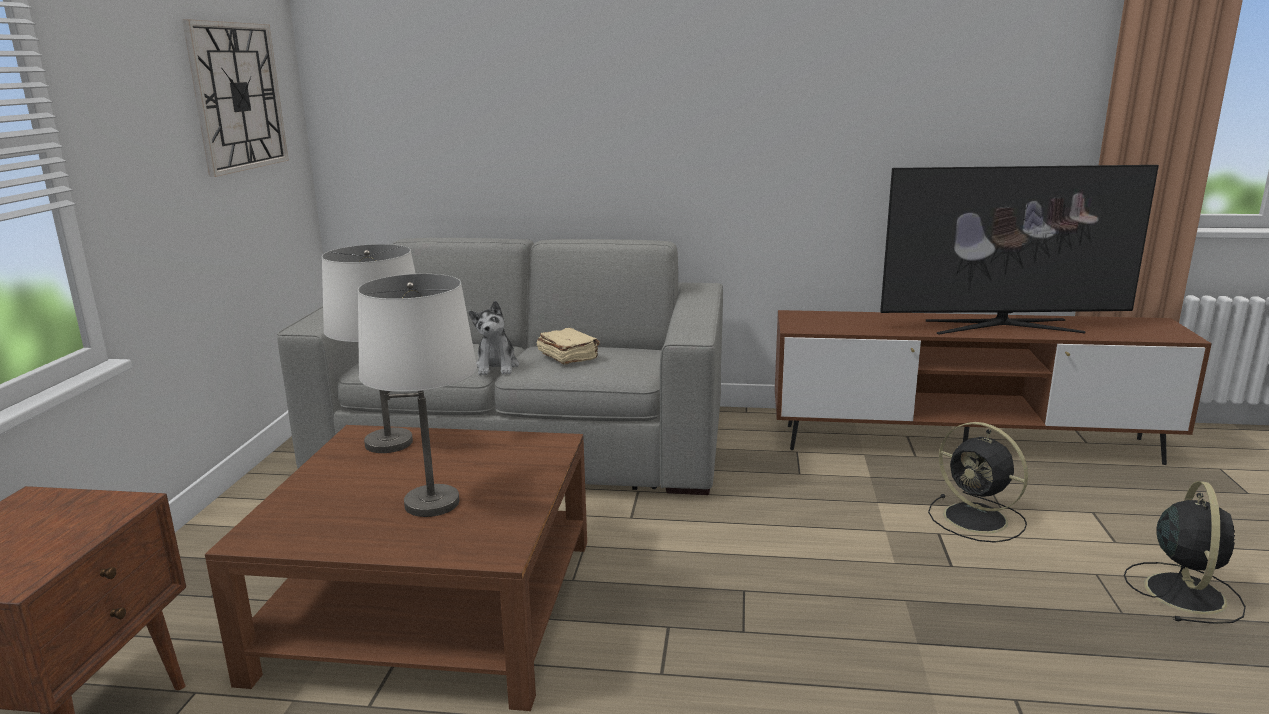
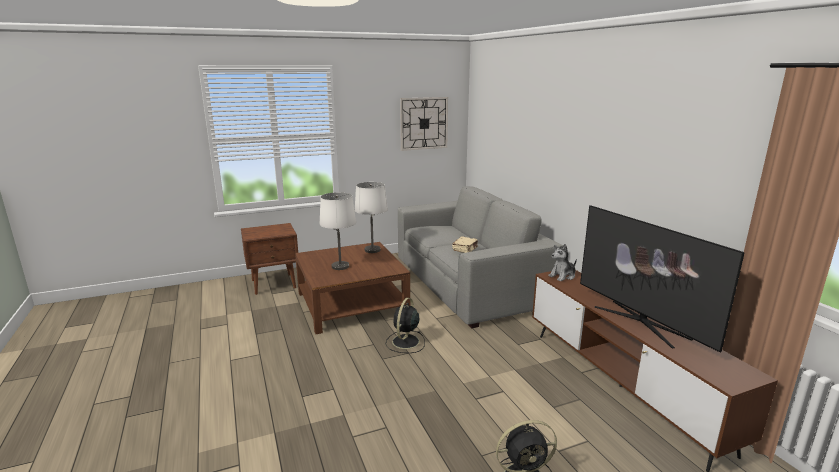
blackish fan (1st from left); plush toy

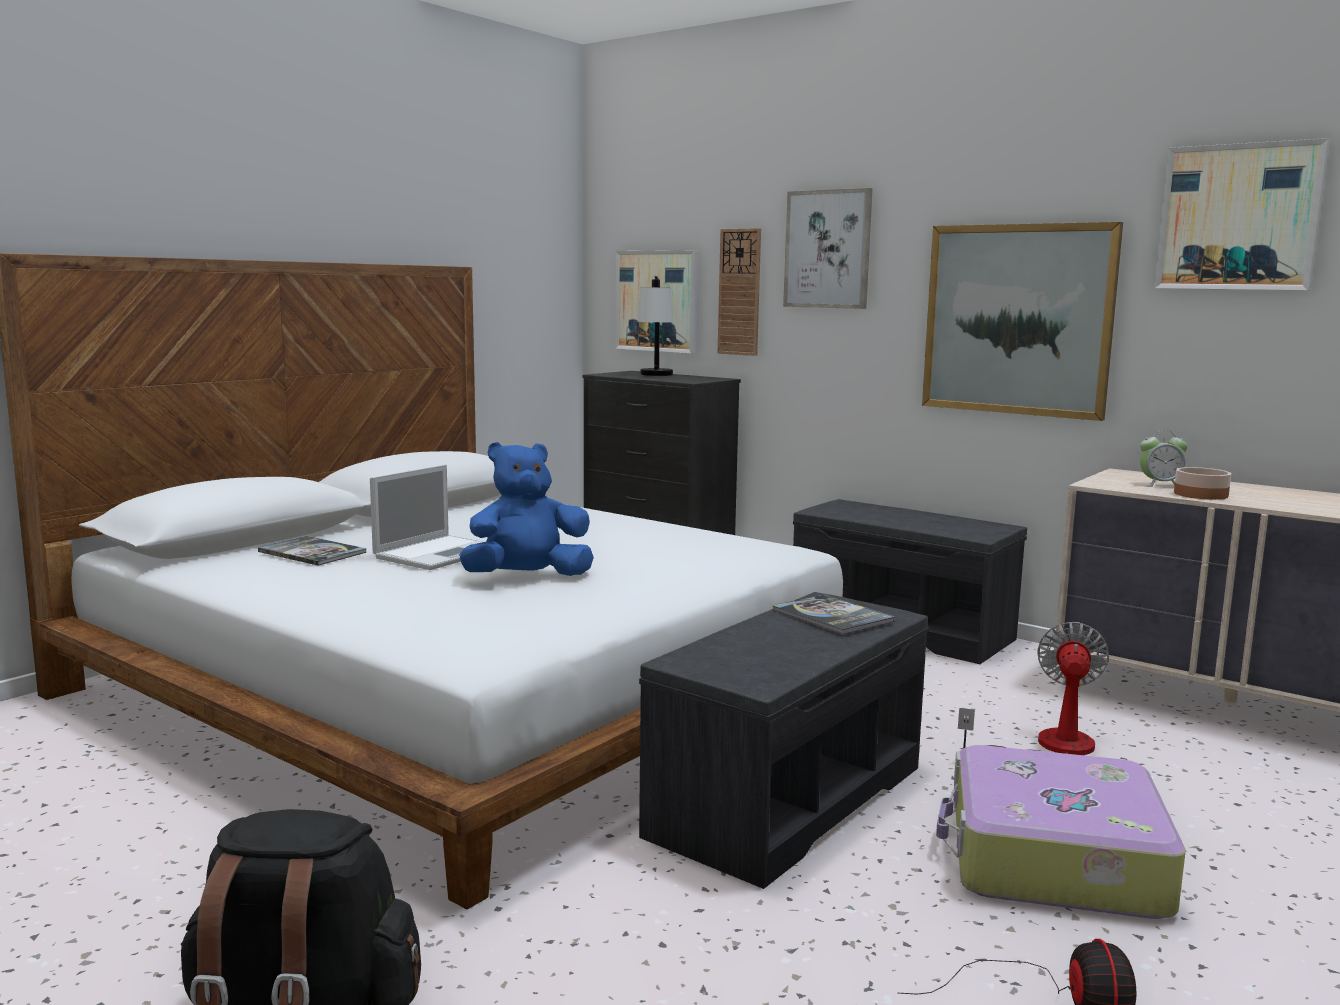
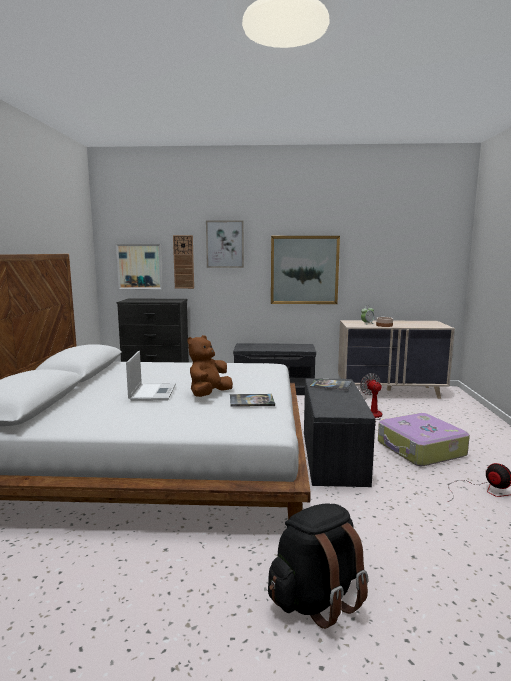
brown plush toy; book (1st from left); lamp for a table; wall picture (4th from left in the first image)

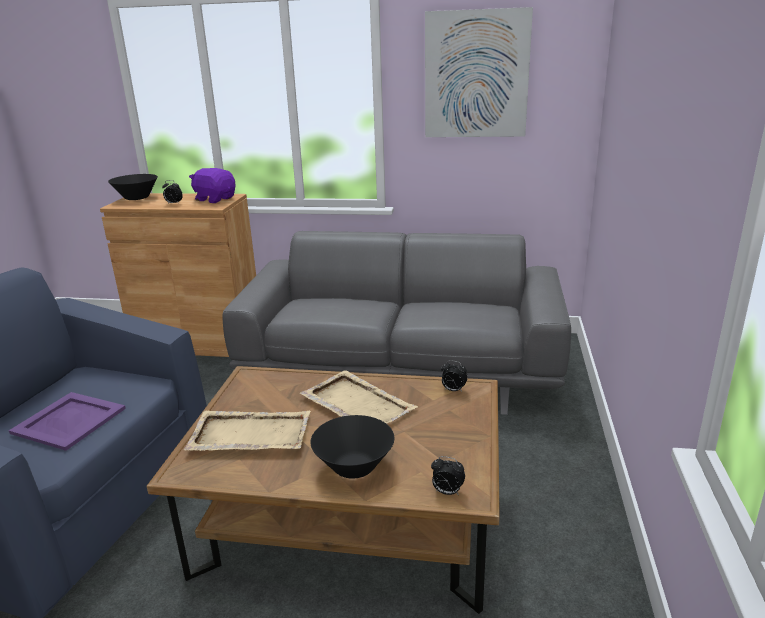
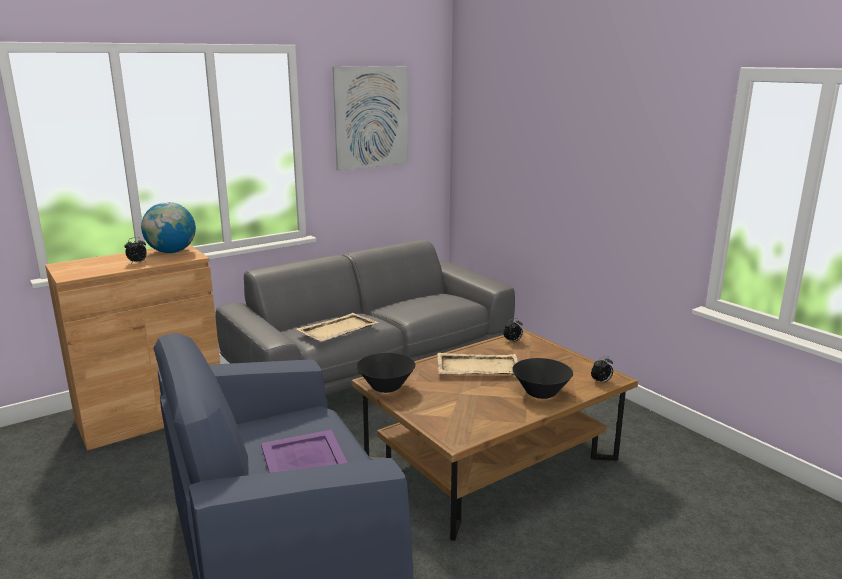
globe; beige-coloured serving tray (1st from left); blackish deep dish (1st from left)

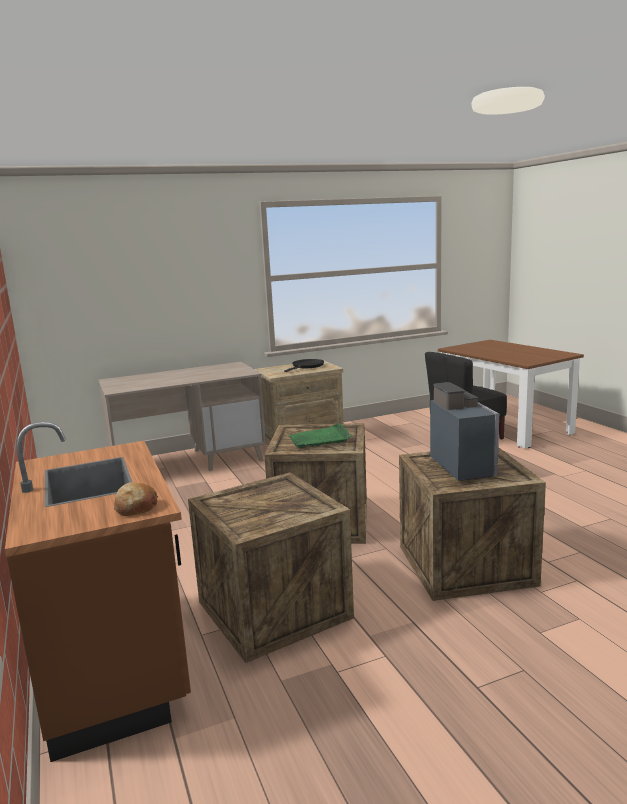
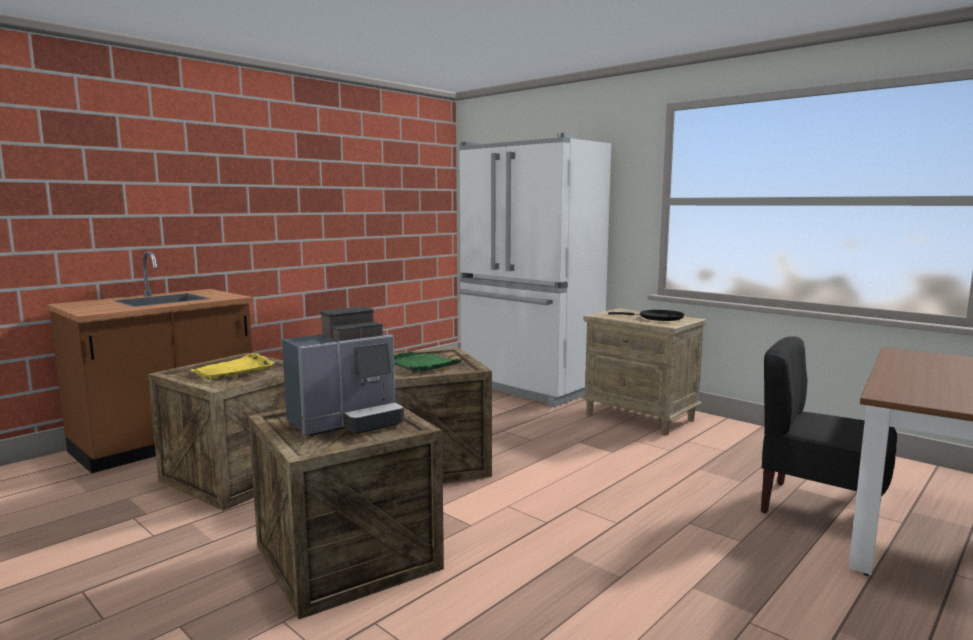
yellowish serving tray; white-coloured kitchen fridge; bakery bread

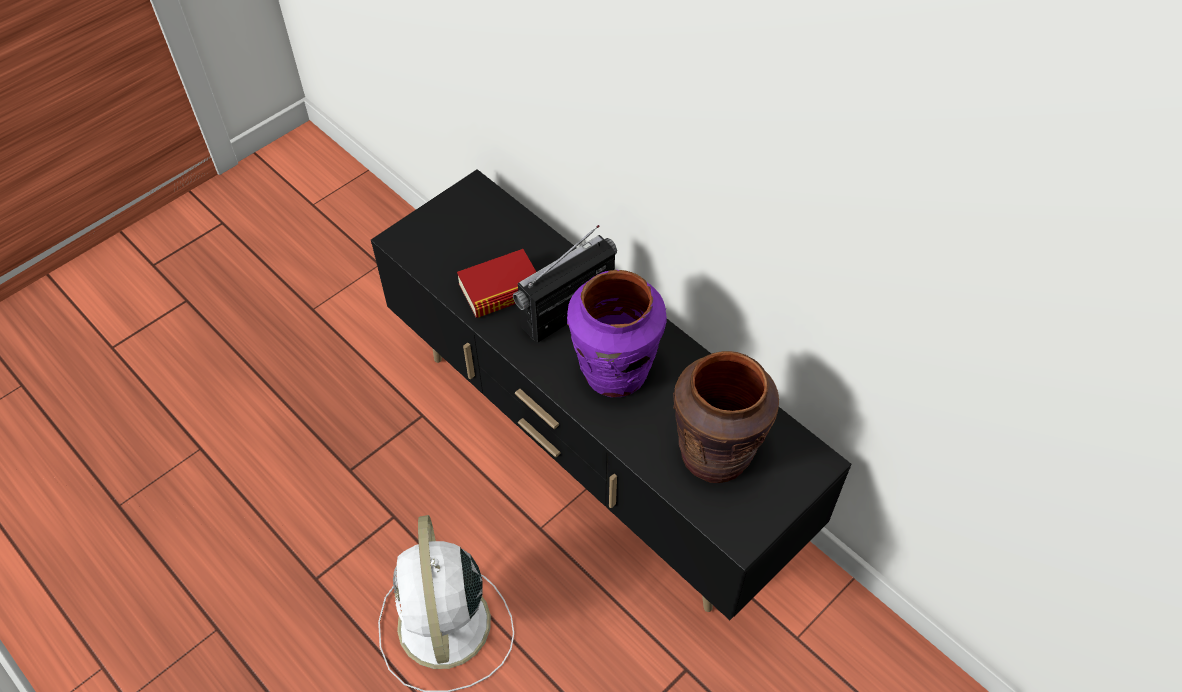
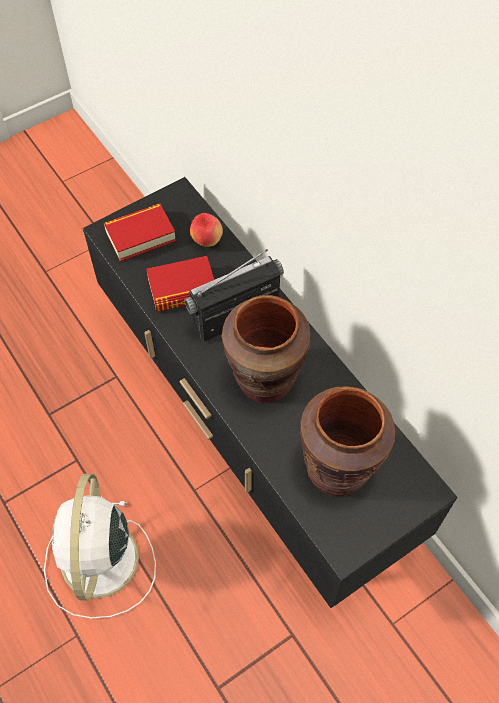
book (1st from left); apple fruit; brown decorative vase (1st from left)

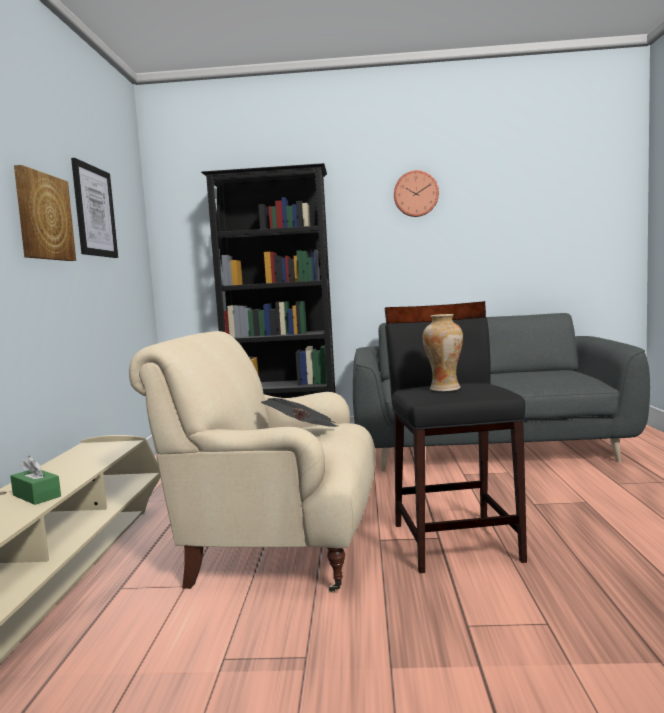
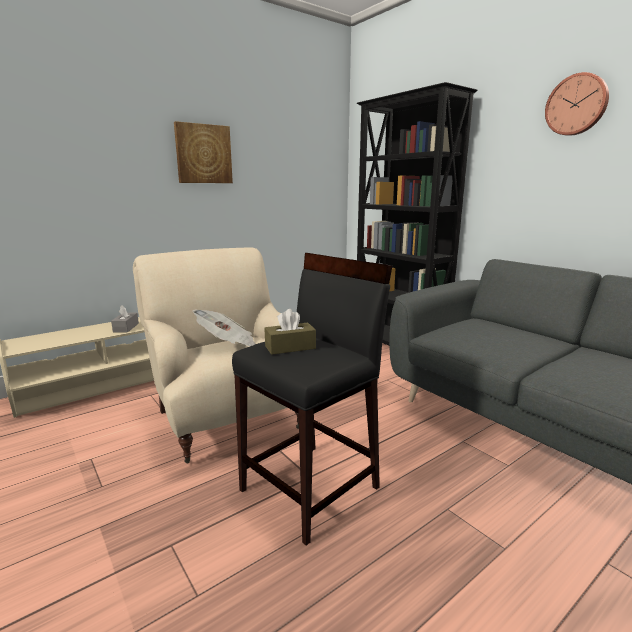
greyish tissue holder; brown tissue holder; wall picture (2nd from left in the first image)

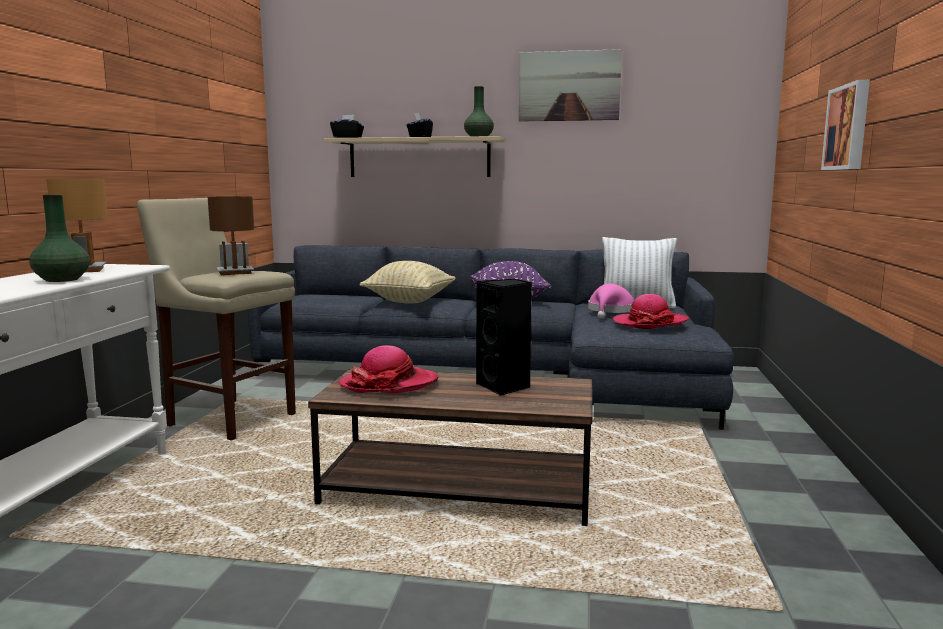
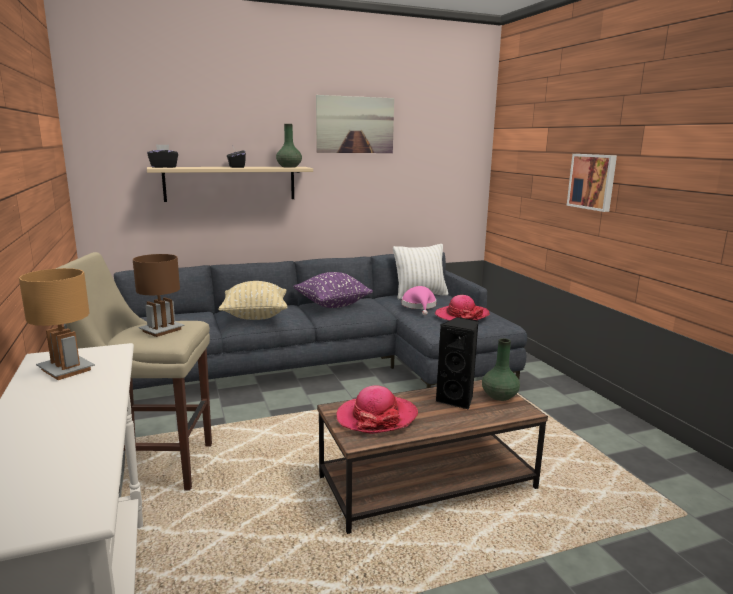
green-coloured decorative vase (2nd from left)

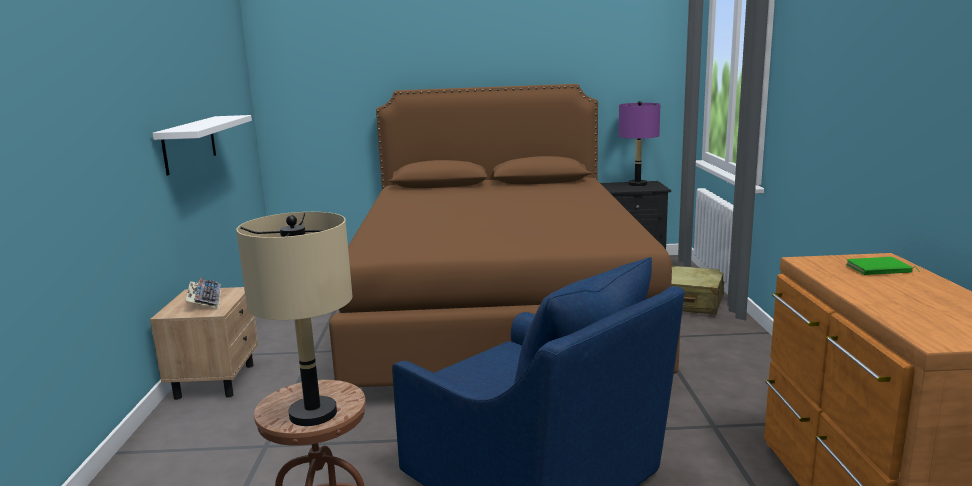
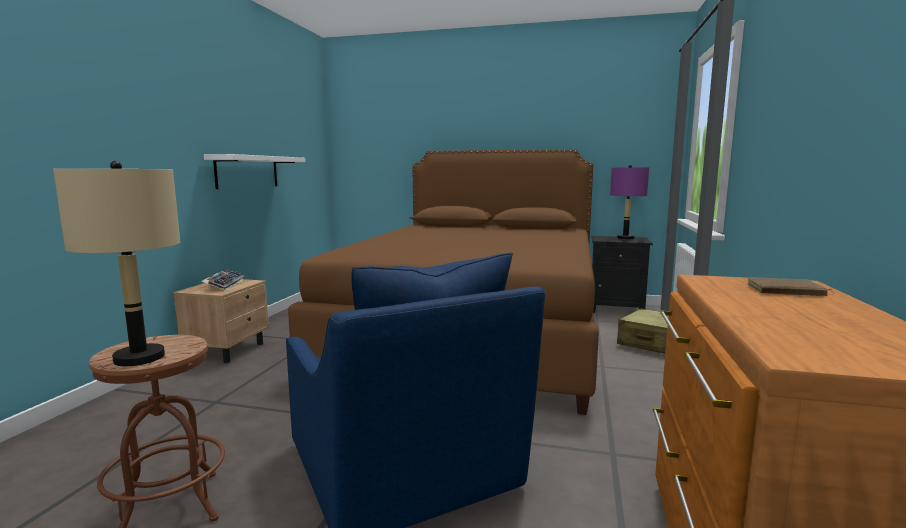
brown book

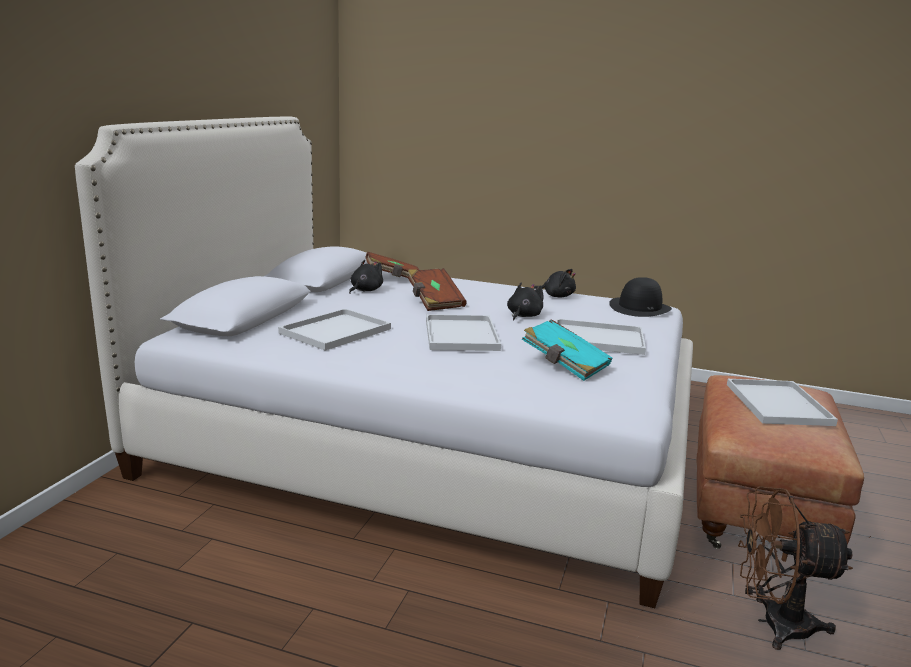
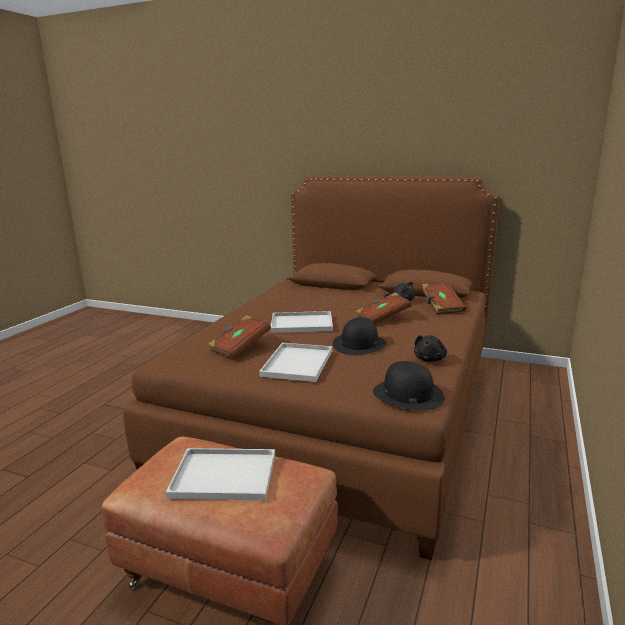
brown bed; brown book (1st from left); blackish hat (1st from left); white-coloured serving tray (1st from left in the first image); brown fan

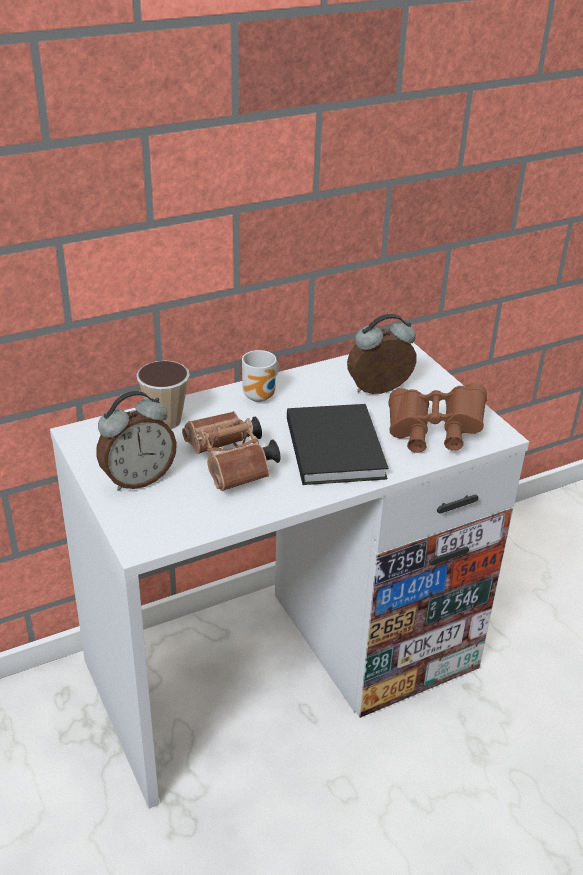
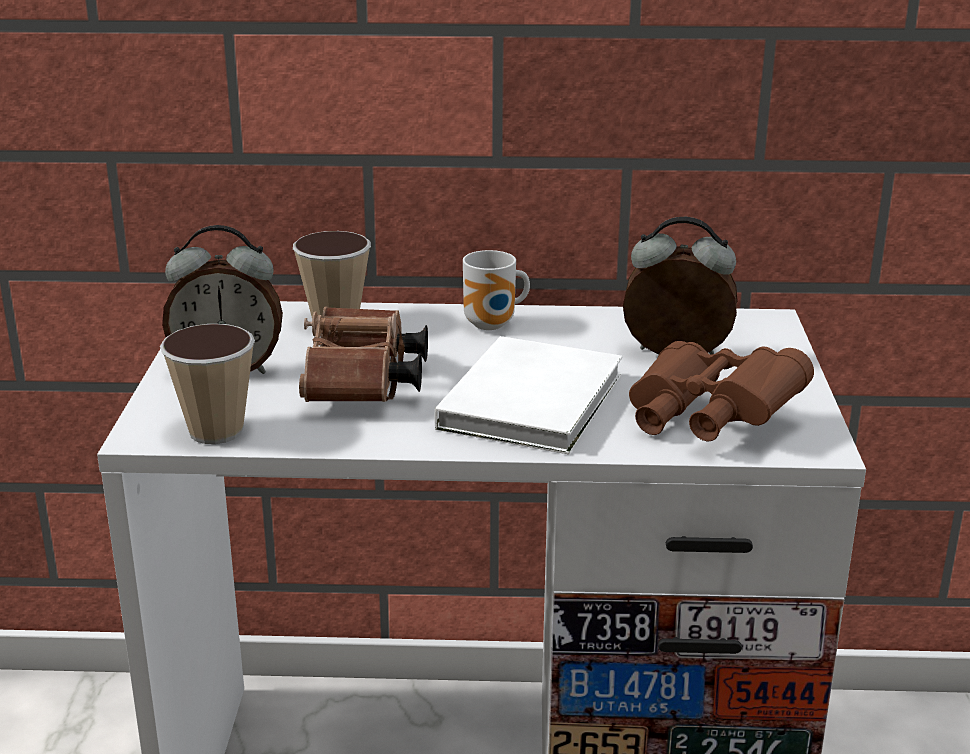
small cup (1st from left); white-coloured book

